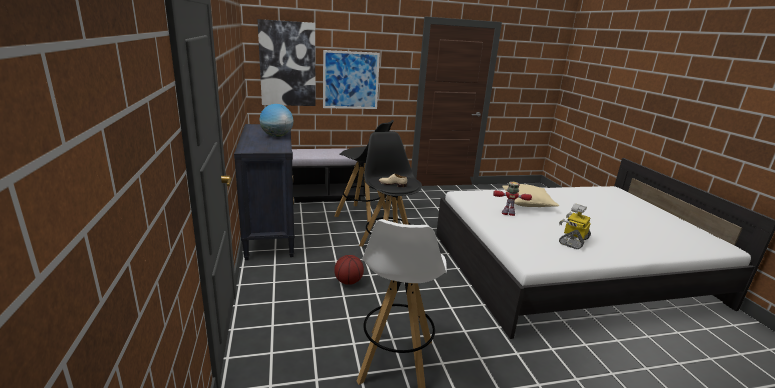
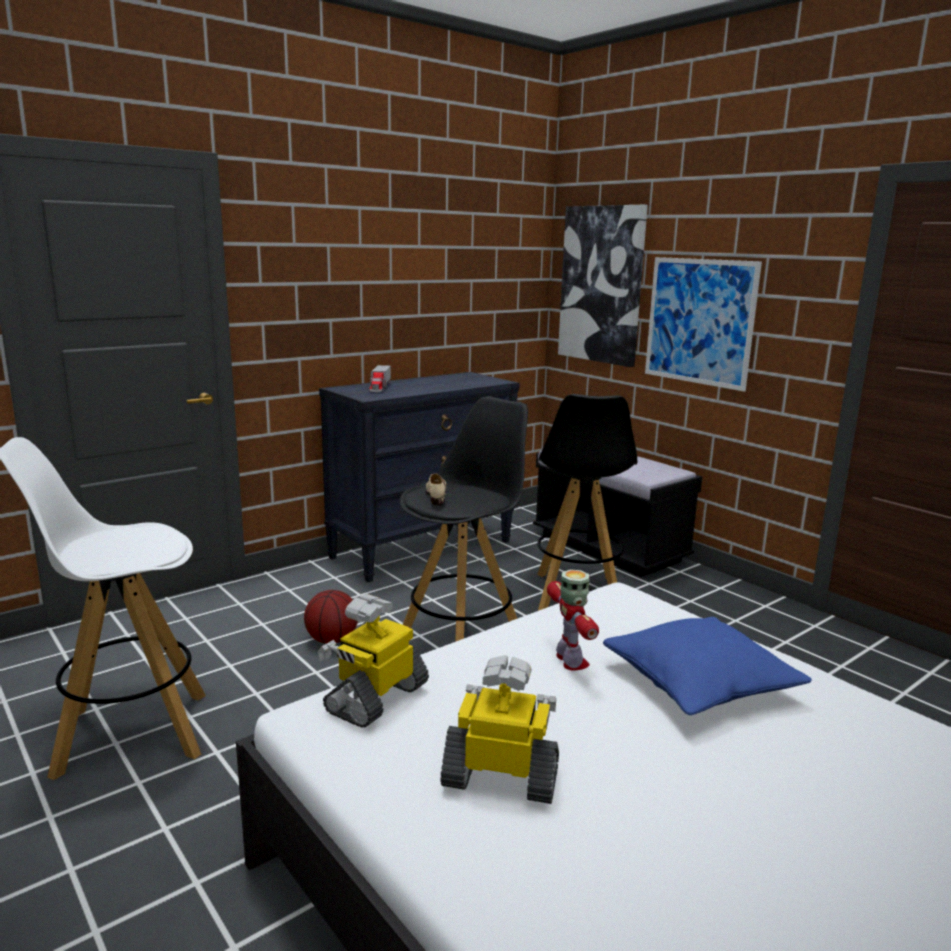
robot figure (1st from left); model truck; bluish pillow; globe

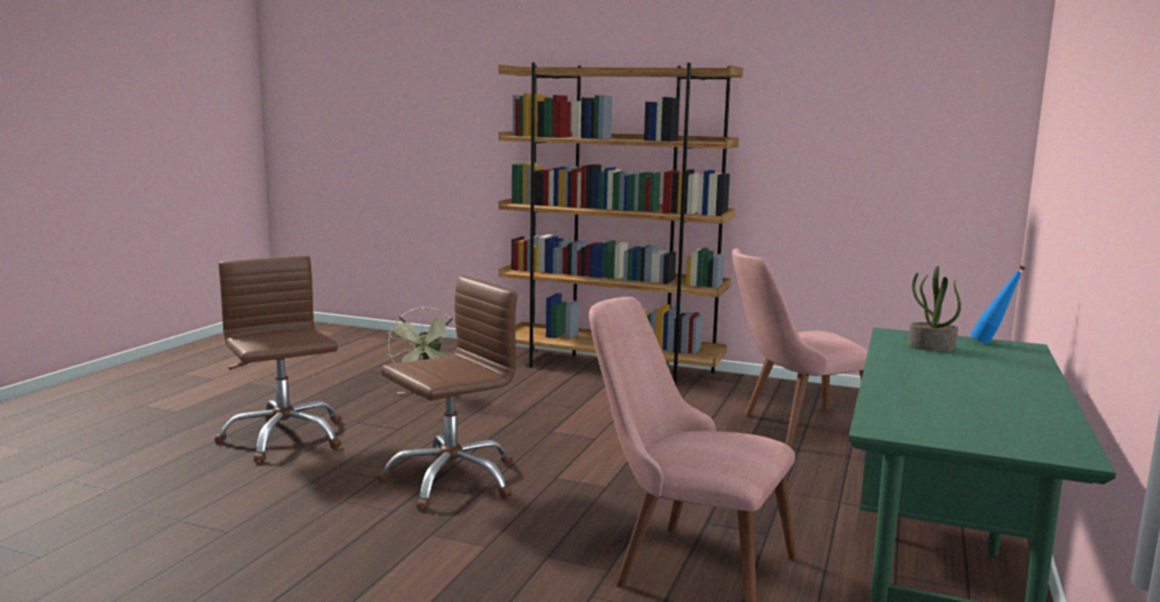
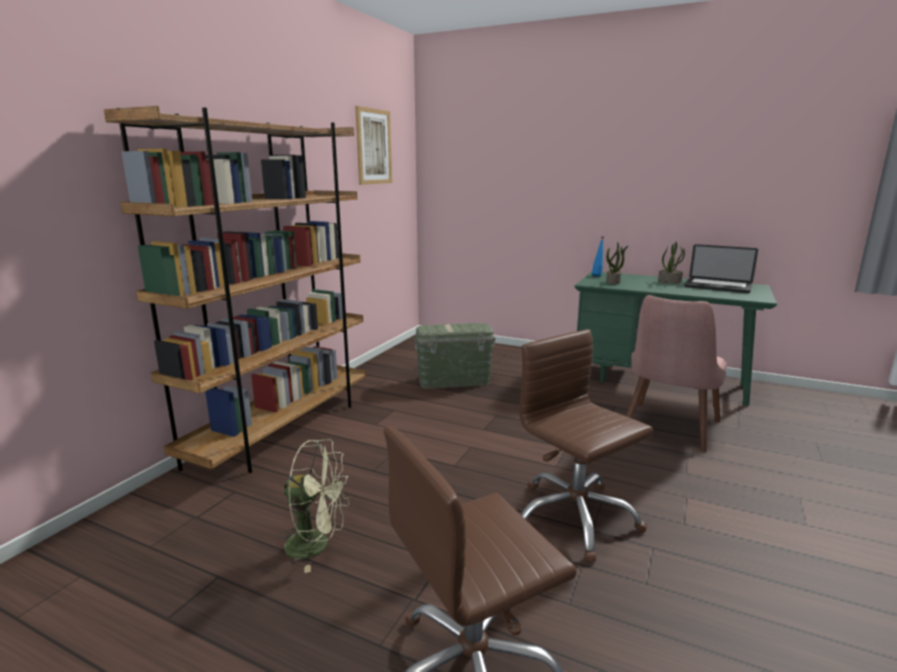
wall picture; green-coloured storage container; plant in a pot (2nd from left); portable computer

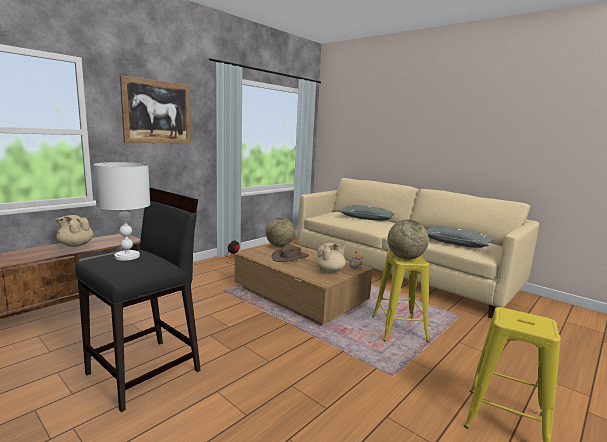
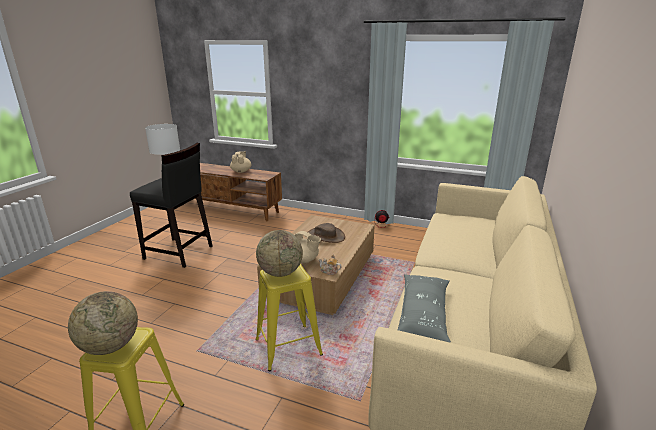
globe (1st from left); wall picture; greyish pillow (1st from left in the first image)

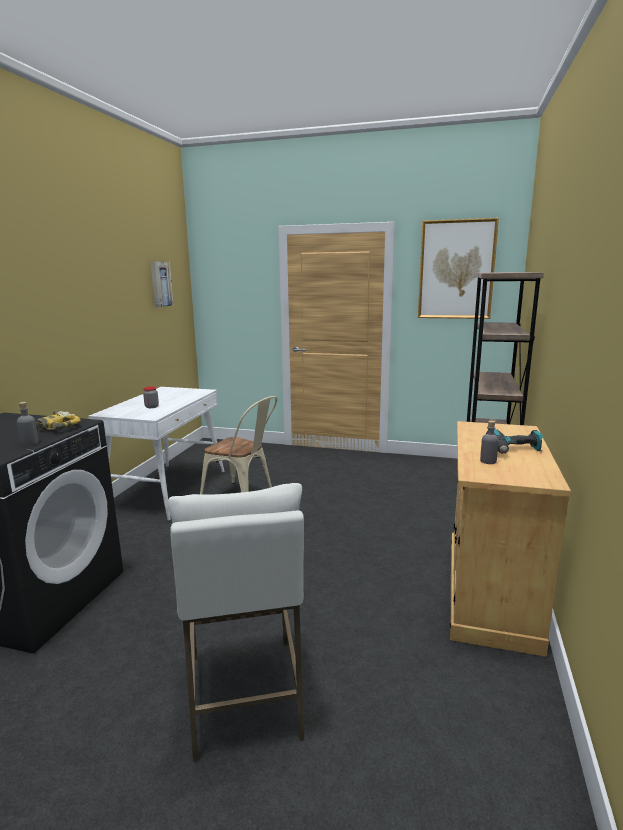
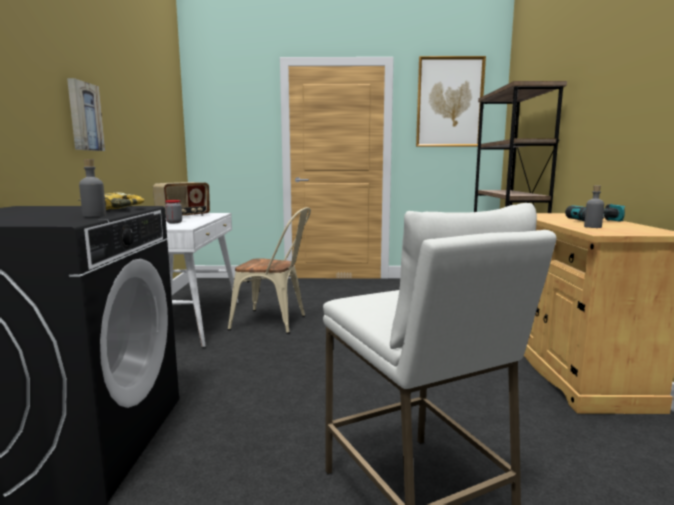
wall picture (1st from left); radio set

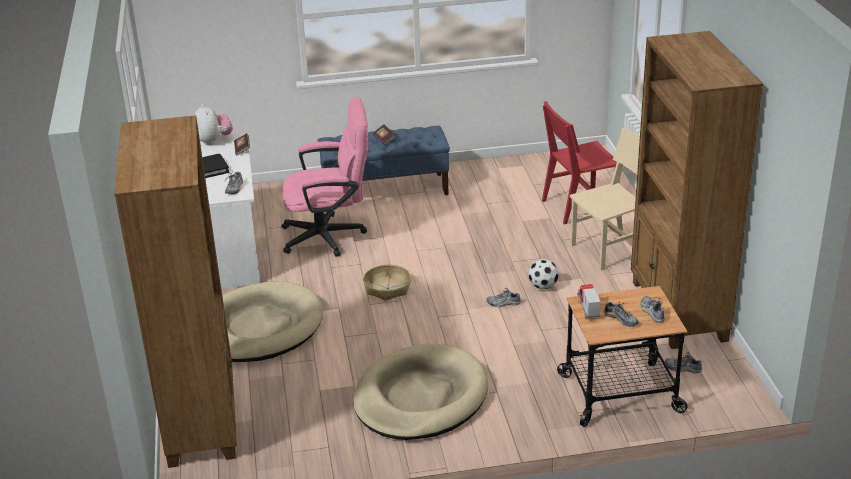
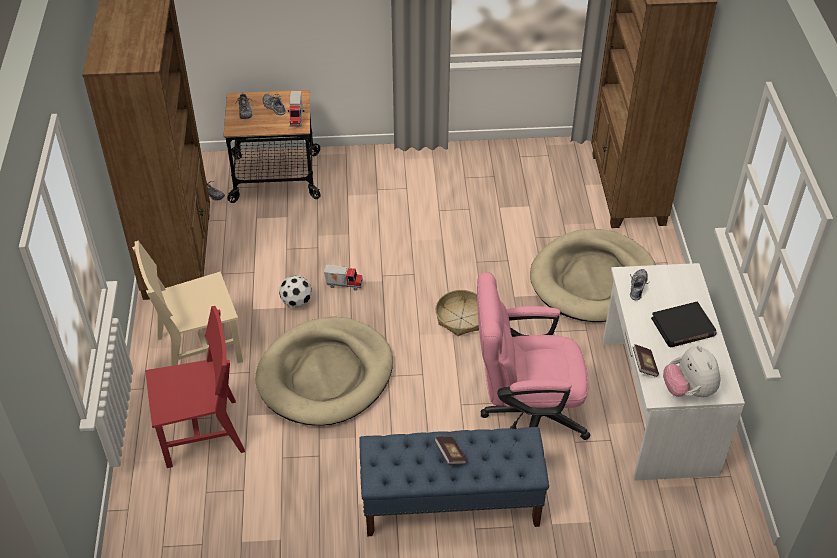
beige-coloured dog cushion (1st from left); model truck (2nd from left)

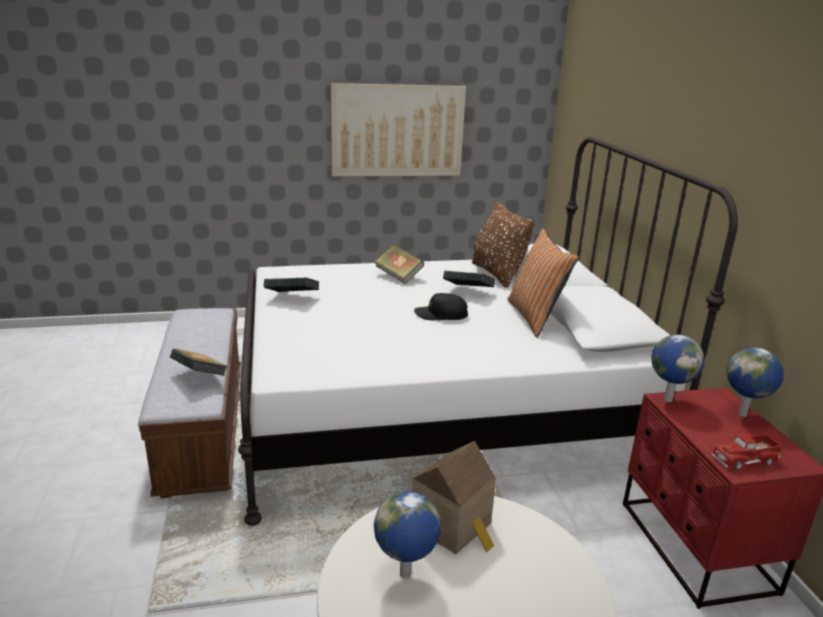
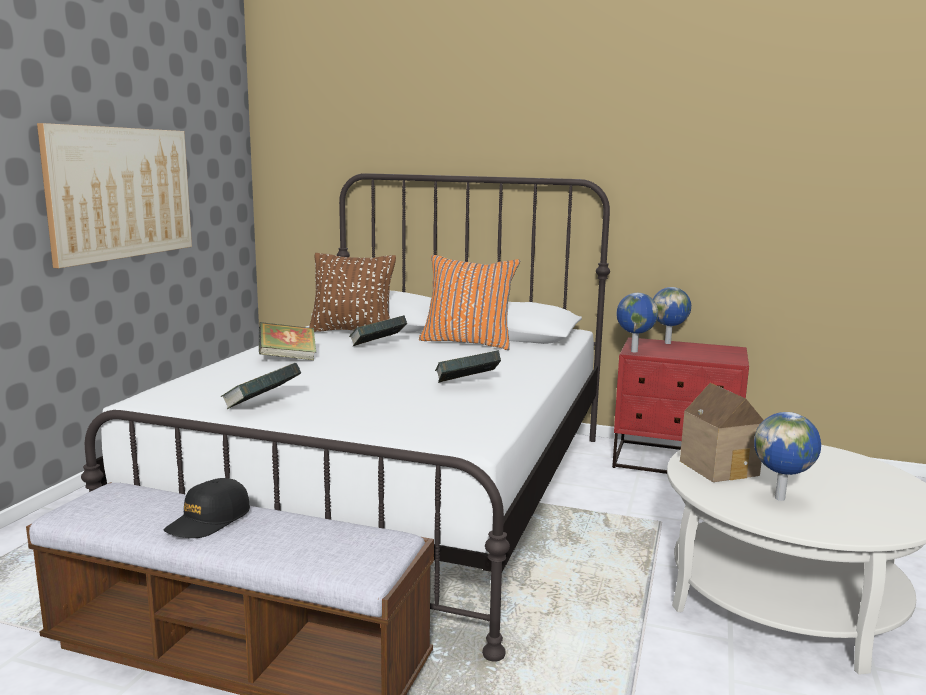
blackish baseball cap; book (4th from left); model truck

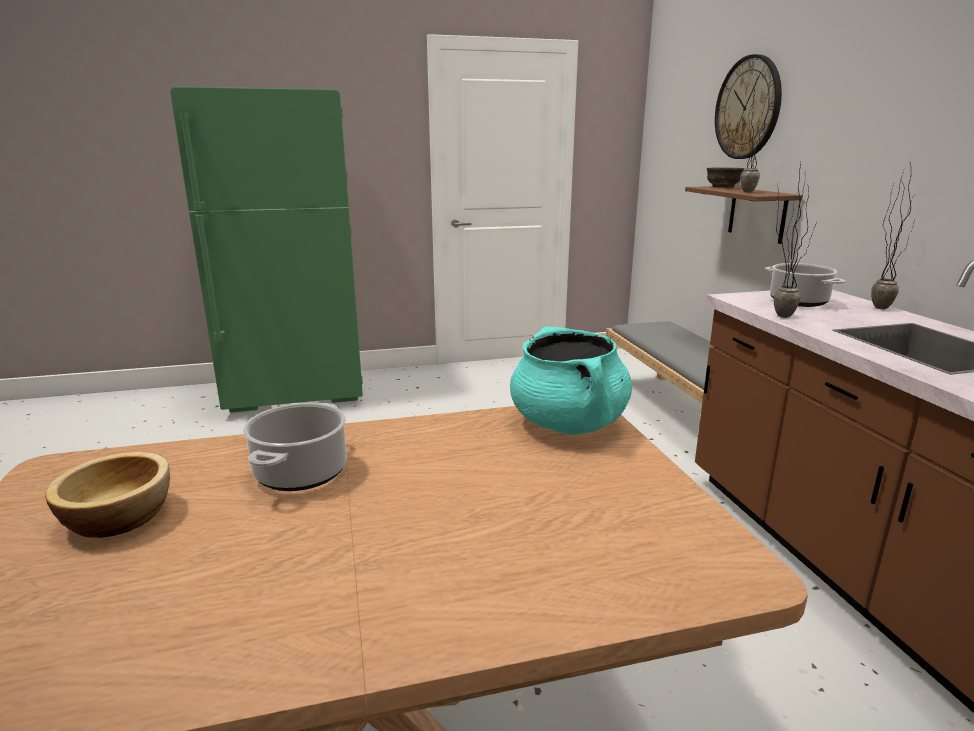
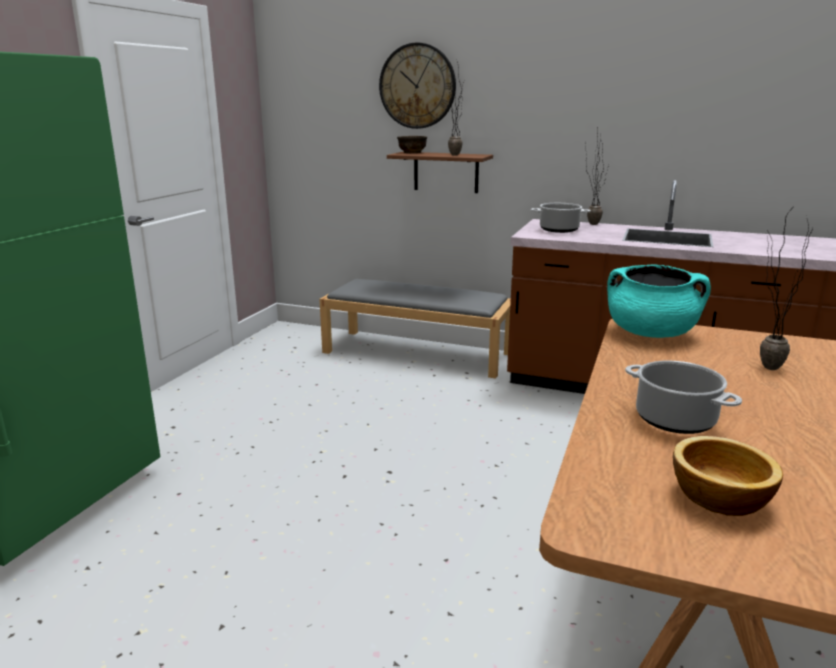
plant in a pot (3rd from left)

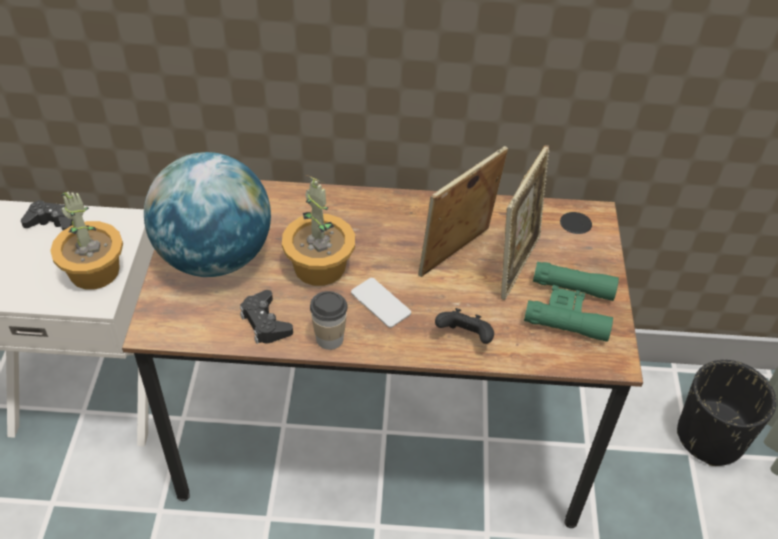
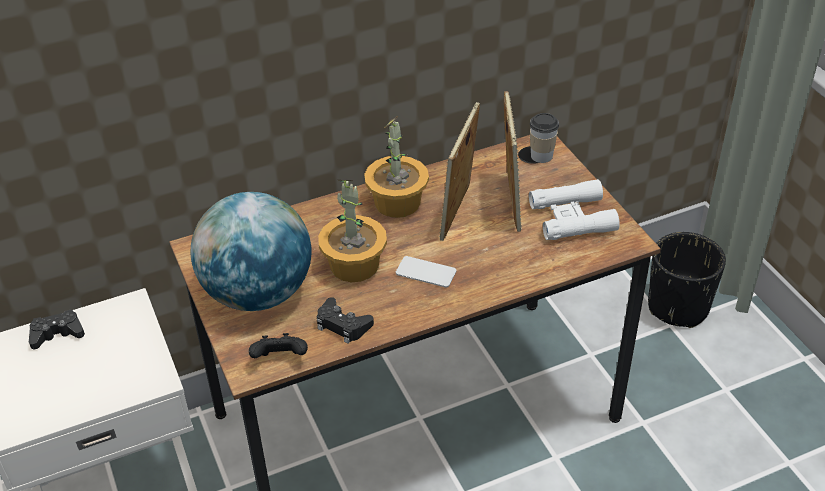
blackish gamepad (2nd from left); plant in a pot (2nd from left); white-coloured binoculars; small cup

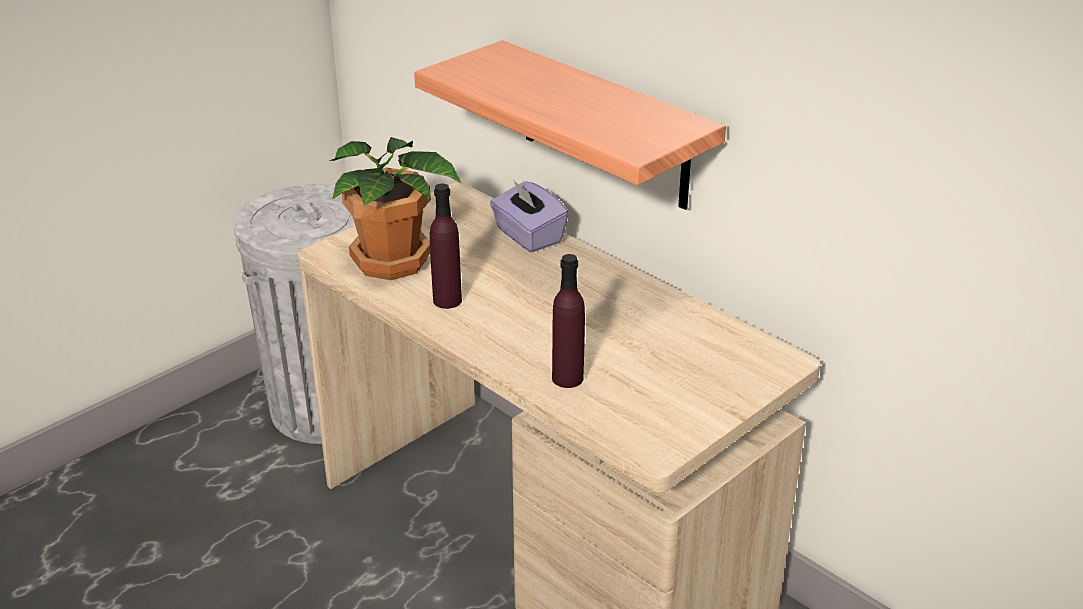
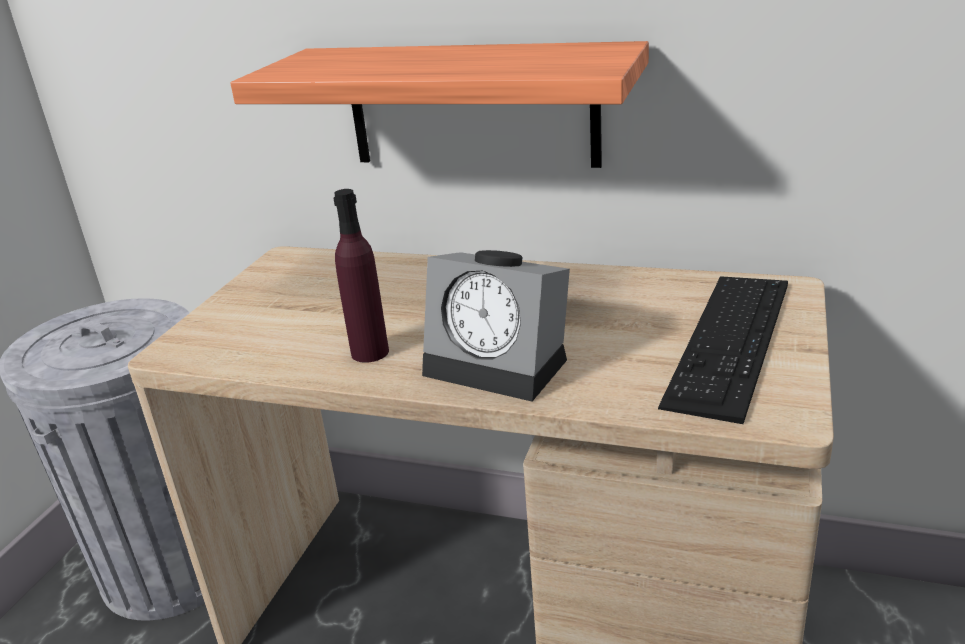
table clock; keyboard; plant in a pot; purple-coloured tissue holder; purple-coloured beverage bottle (2nd from left in the first image)

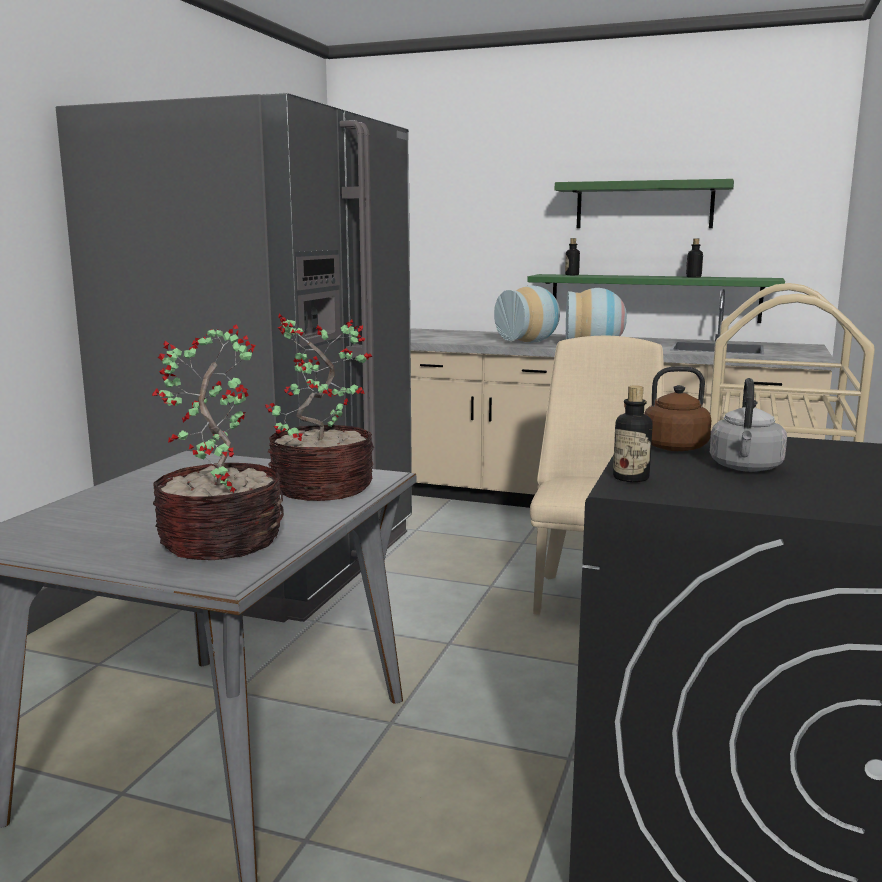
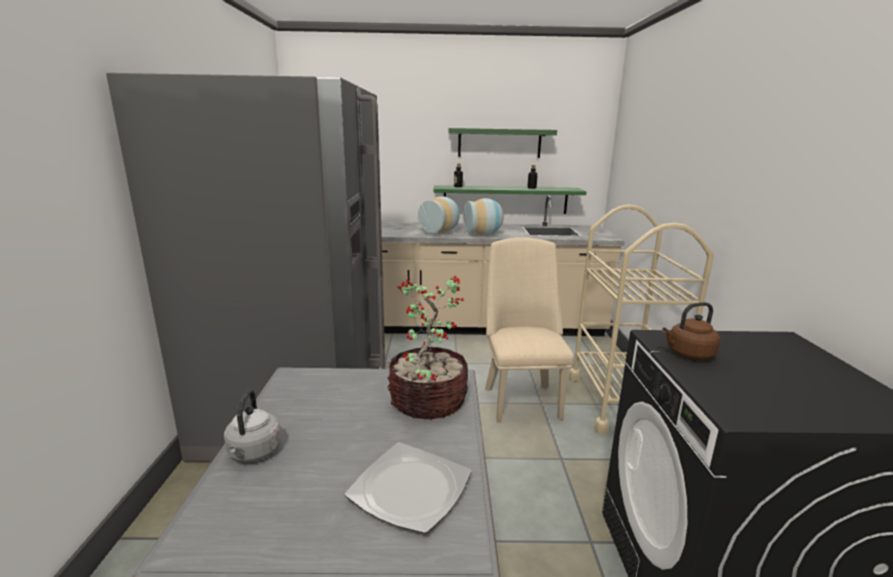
greyish tea kettle; dinner plate; beverage bottle (2nd from left in the first image)

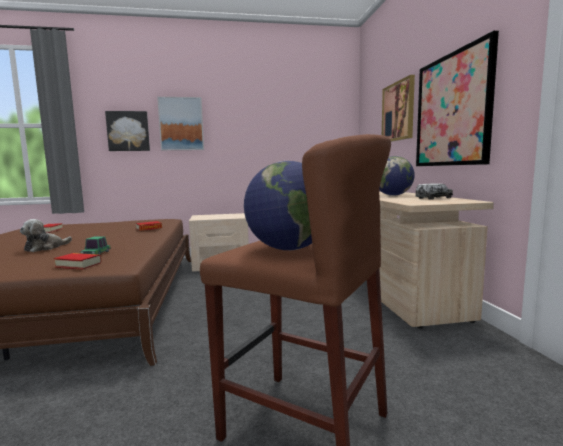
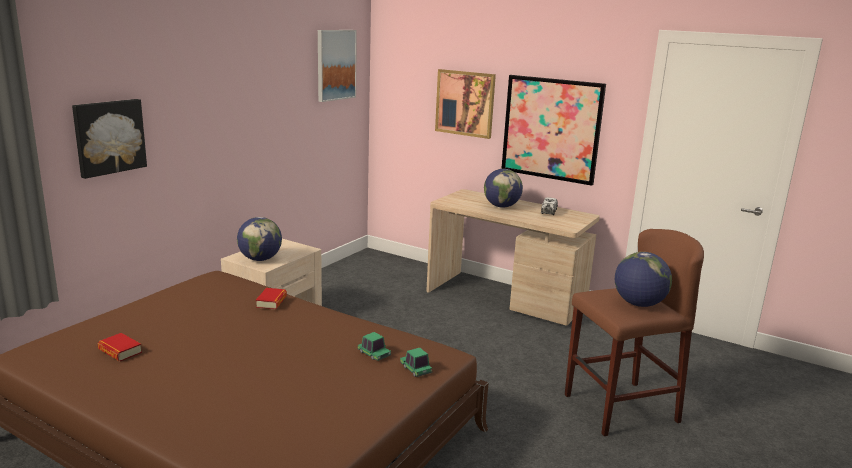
globe (1st from left); wall picture (2nd from left); toy car (2nd from left); plush toy

